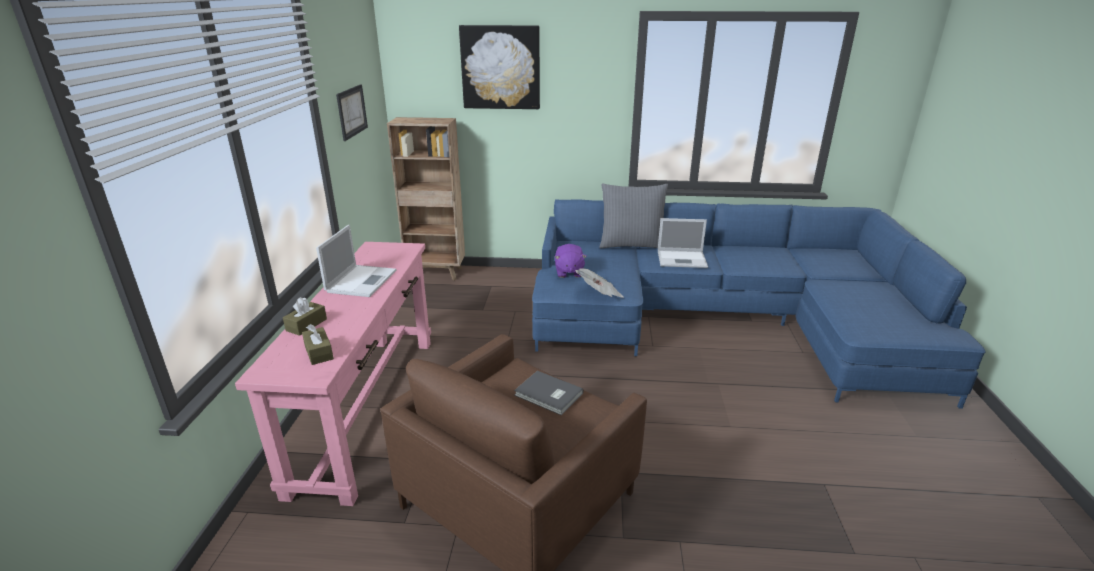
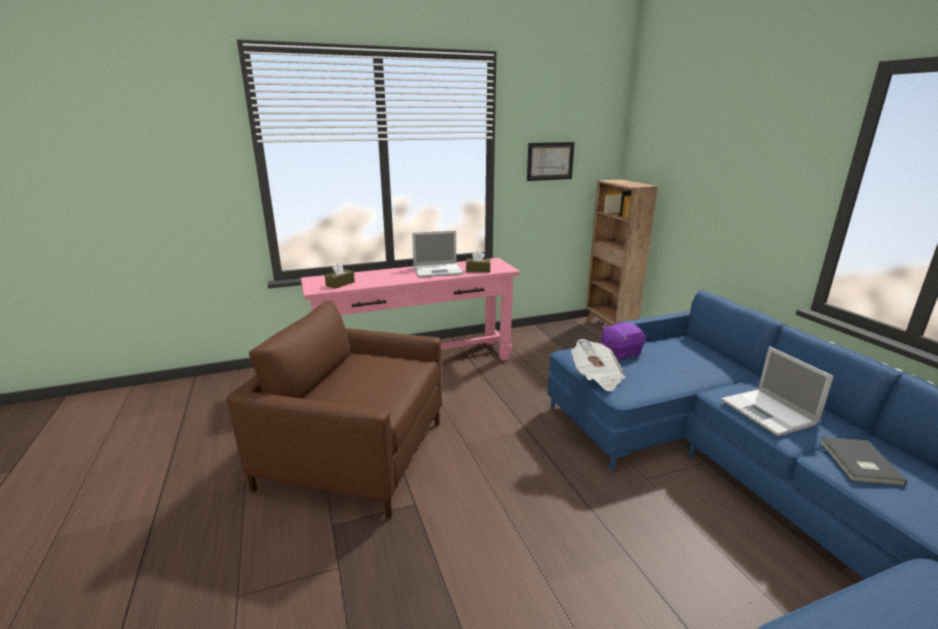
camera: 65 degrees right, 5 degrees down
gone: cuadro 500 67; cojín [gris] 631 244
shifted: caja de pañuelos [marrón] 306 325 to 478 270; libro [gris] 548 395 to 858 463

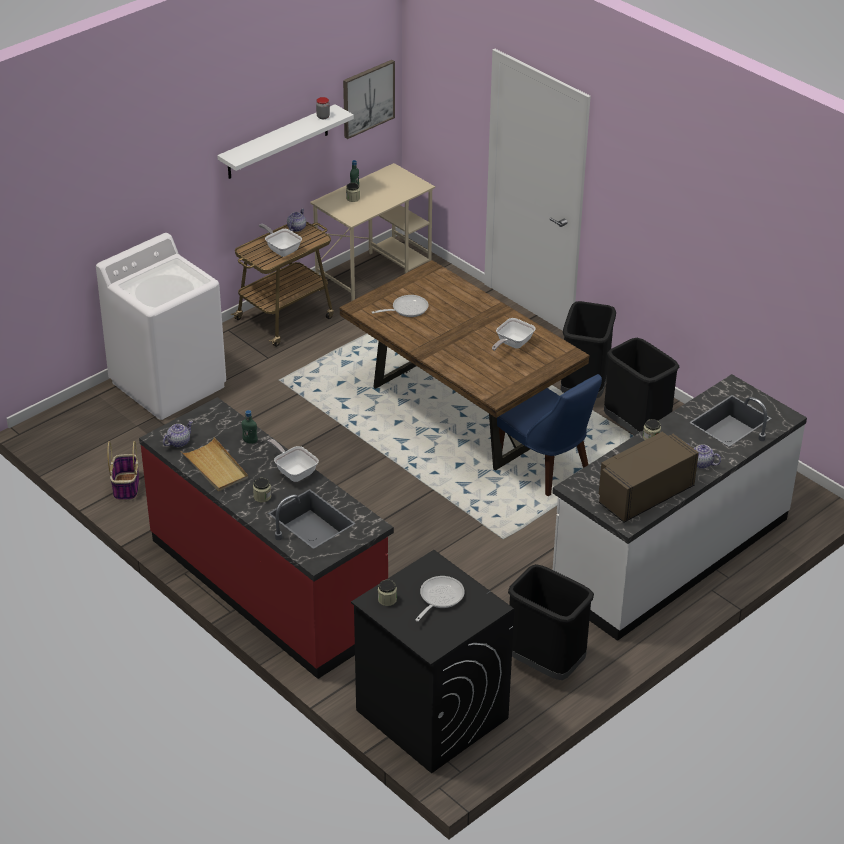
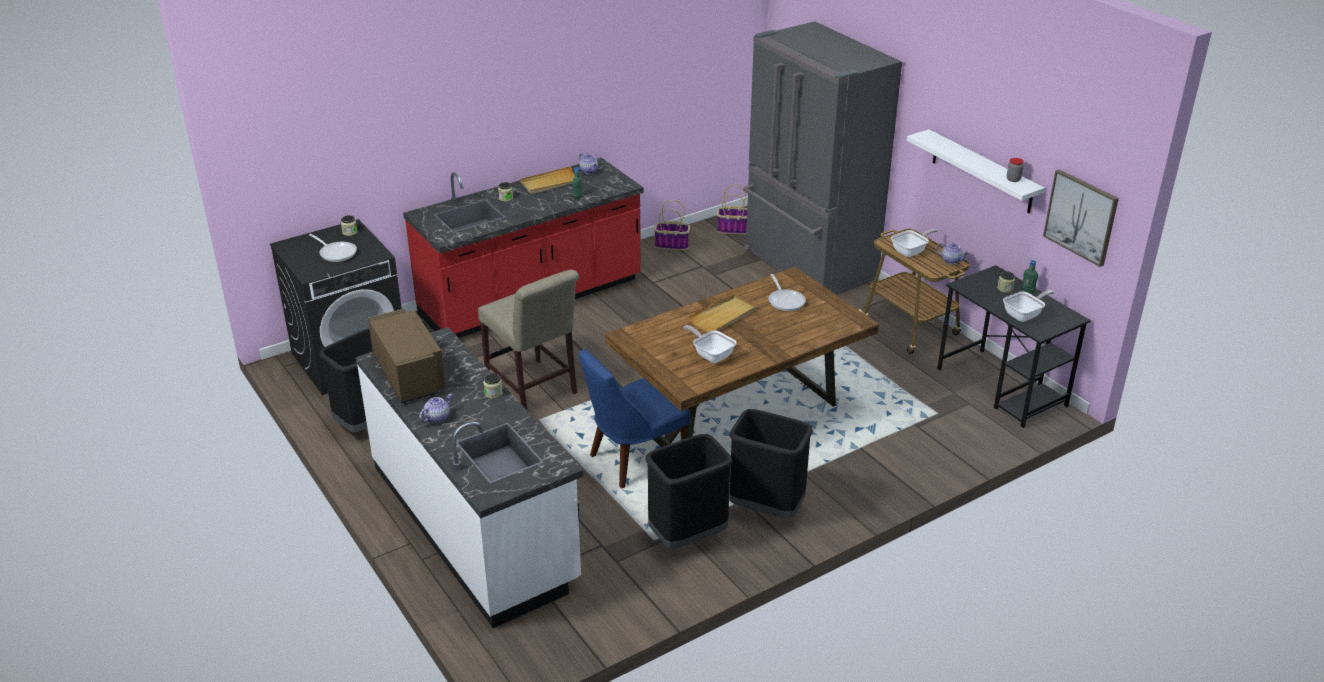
camera: 100 degrees right, 5 degrees down
new: silla [beis] 534 390; bandeja [beis] 723 316; cesta 734 229
shifted: sartén 294 471 to 1025 315
swapped: lavadora [blanco] 169 384 to nevera [gris] 807 266
repainted: escritorio [beis] 374 271 to escritorio [negro] 1002 388

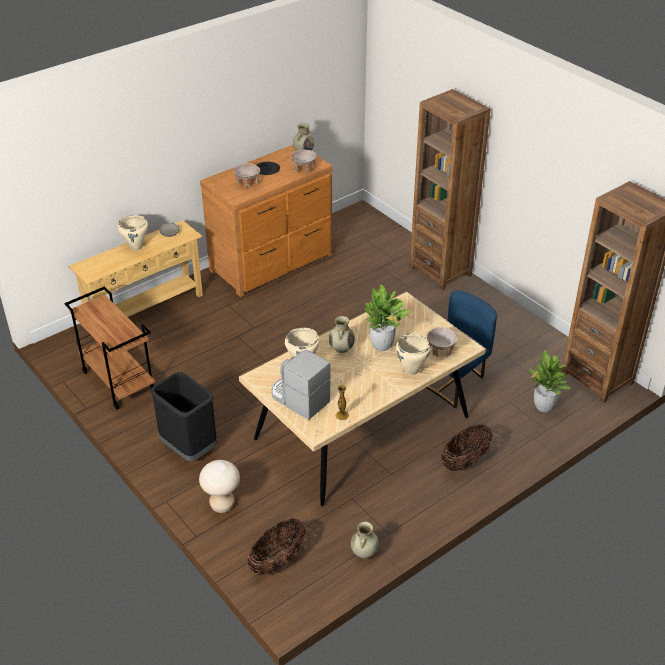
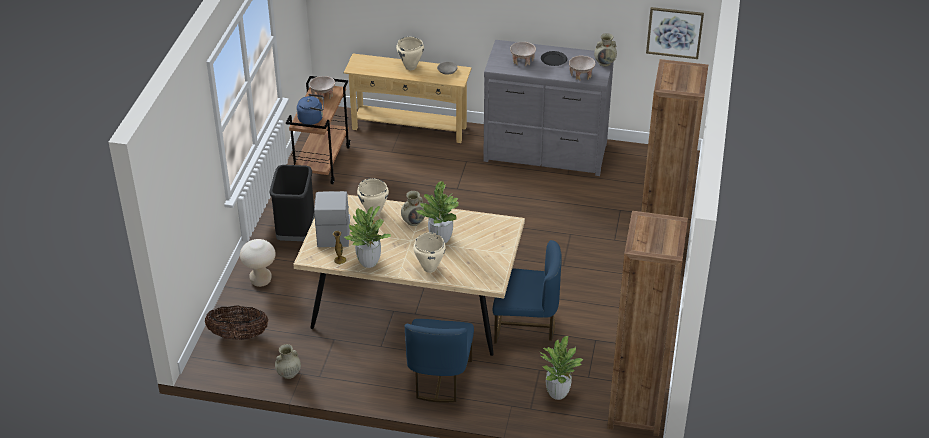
camera: 50 degrees right, 0 degrees up
new: hervidor [azul] 312 119; planta en maceta 369 262; cuadro 674 32
shifted: cuenco [beis] 440 350 to 323 95
swapped: cesta 465 461 to silla [azul] 439 379
repainted: cómoda [marrón] 273 263 to cómoda [gris] 545 153

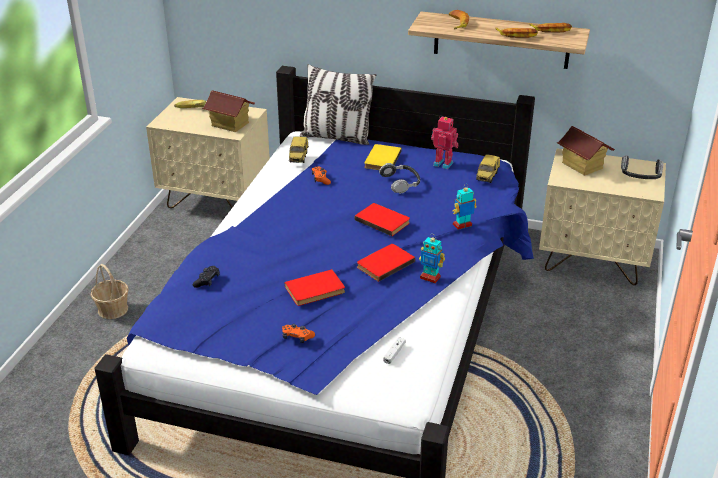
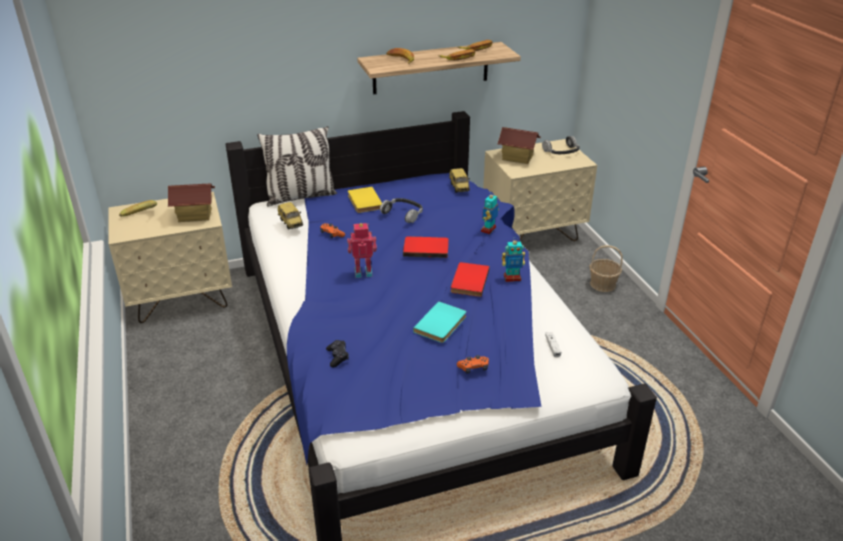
camera: 35 degrees left, 0 degrees up
shifted: cesta 113 309 to 602 284; robot de juguete 443 163 to 363 272
repainted: libro [rojo] 315 290 to libro [turquesa] 442 324

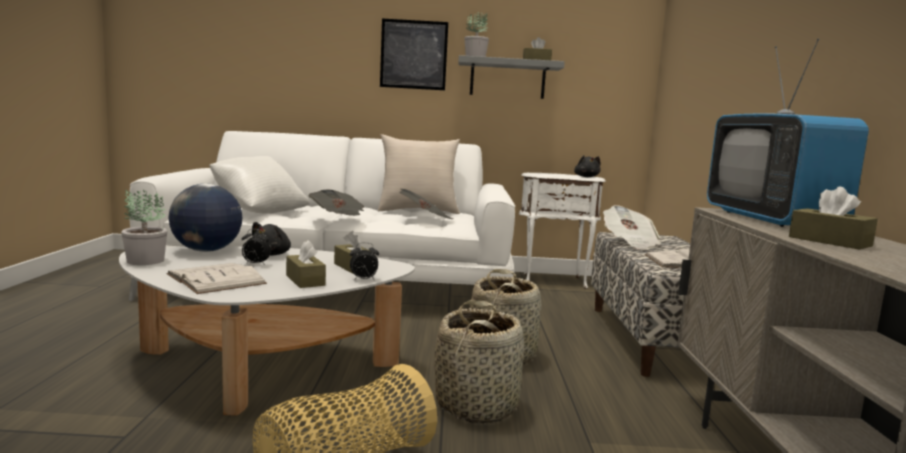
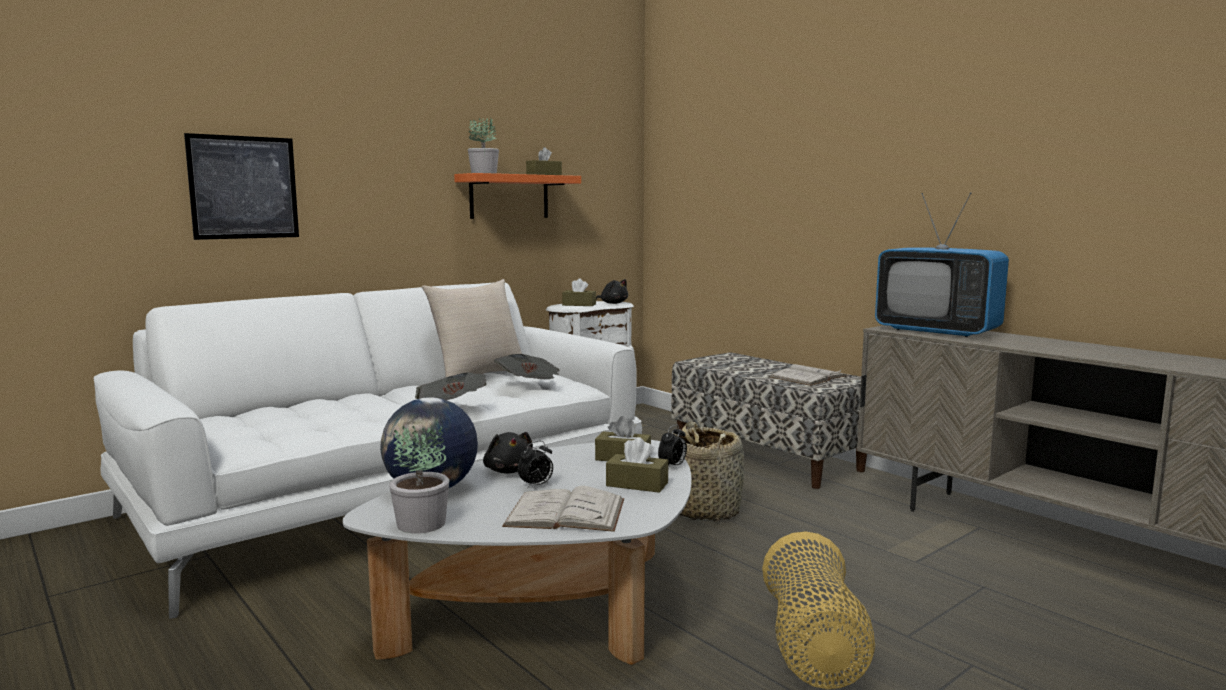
camera: 40 degrees left, 0 degrees up
gone: cojín [blanco] 259 211; cesta 477 405; periódico 630 243
shifted: cuadro 413 54 to 244 187; caja de pañuelos [marrón] 829 241 to 579 304
repainted: estante [gris] 507 79 to estante [naranja] 509 196

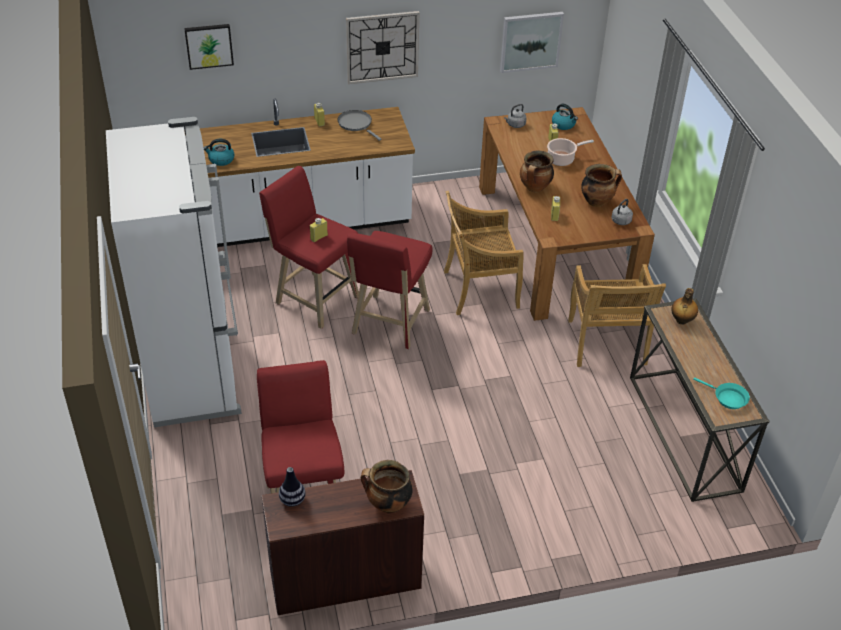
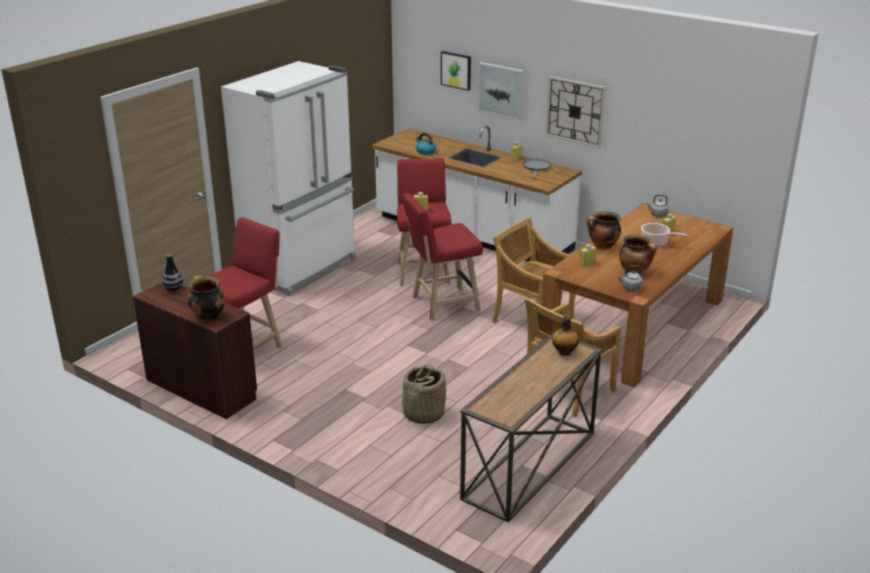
camera: 50 degrees right, 15 degrees down
gone: hervidor 563 124; sartén [turquesa] 727 398
new: cesta 423 414
shifted: cuadro 530 41 to 501 90

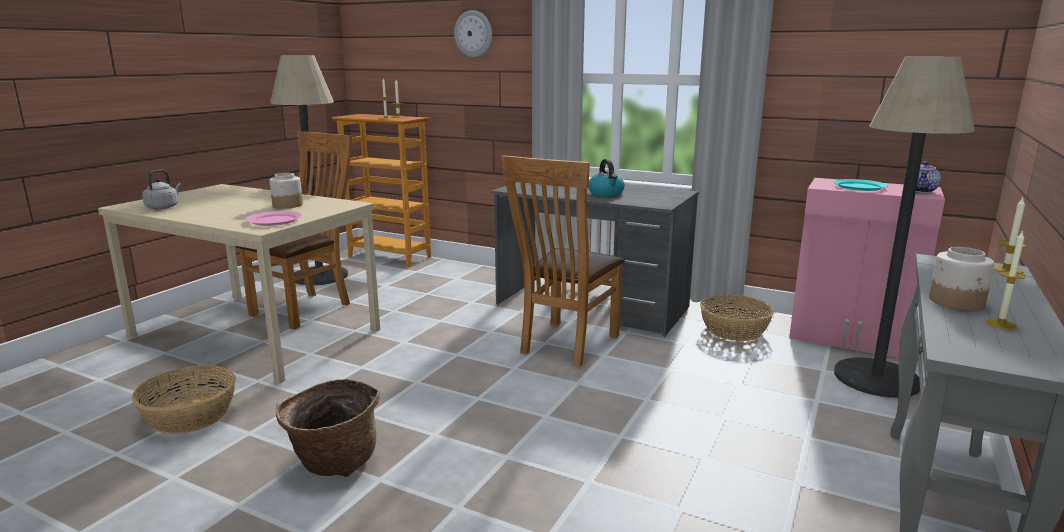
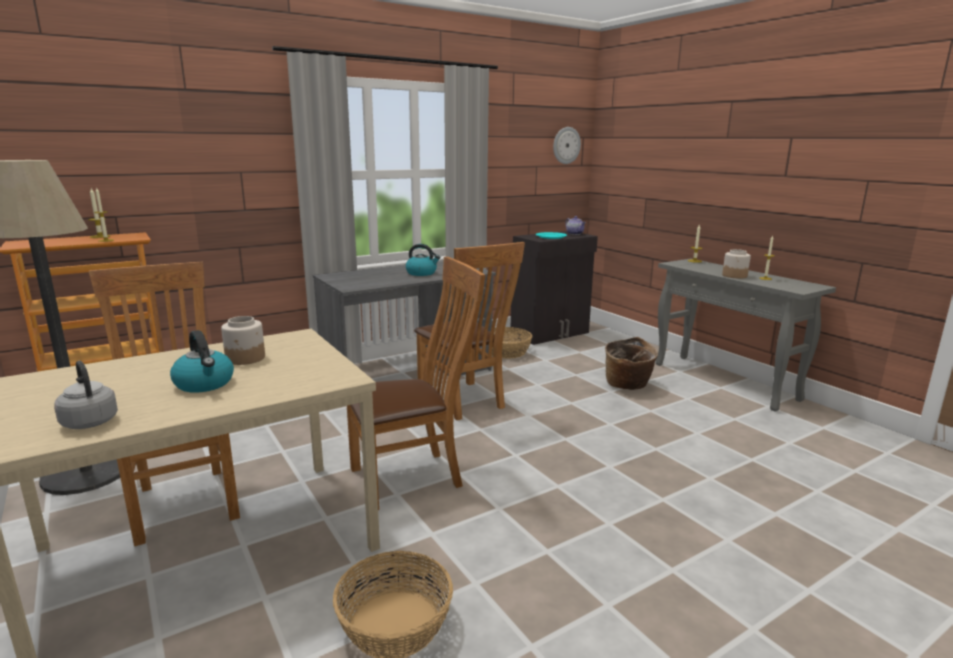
camera: 60 degrees left, 0 degrees up
gone: plato [rosa] 274 221; lámpara de pie 876 378
new: hervidor 205 384; silla [marrón] 413 477
shifted: cesta 334 462 to 627 385; reloj de pared 473 33 to 566 145
repainted: armario [rosa] 851 339 to armario [negro] 551 333

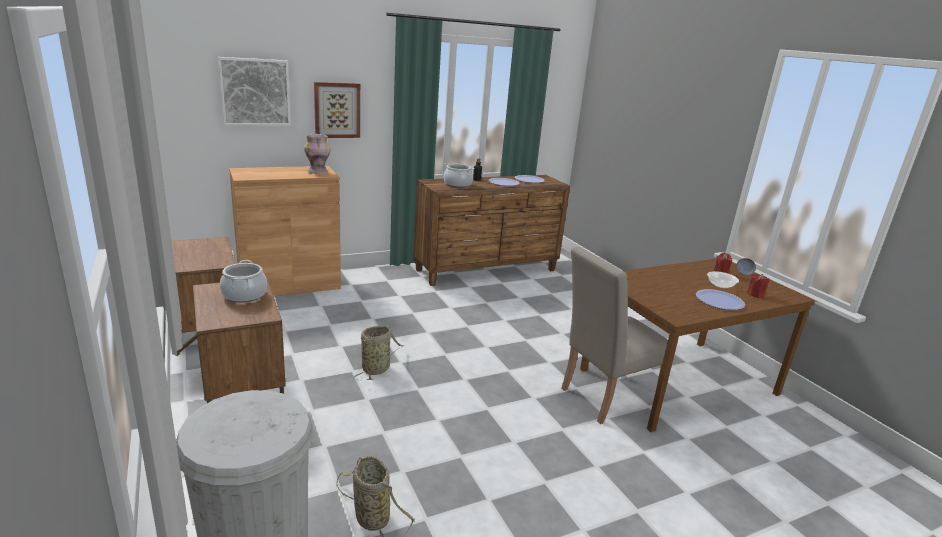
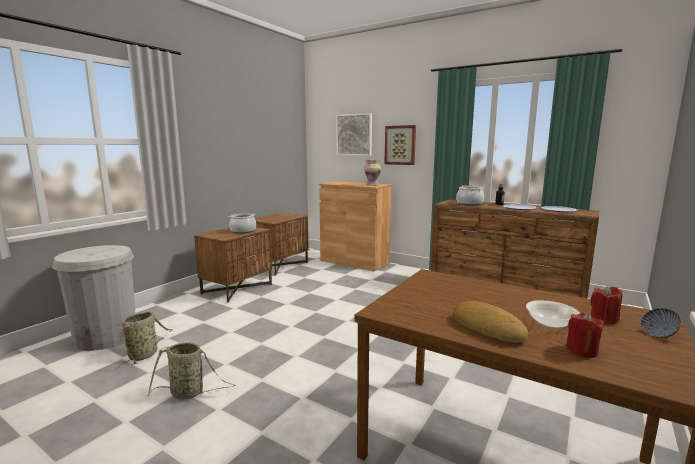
camera: 60 degrees right, 10 degrees down
gone: silla [beis] 603 398
shifted: cesta 377 368 to 190 393
swapped: plato 719 301 to pan 488 328

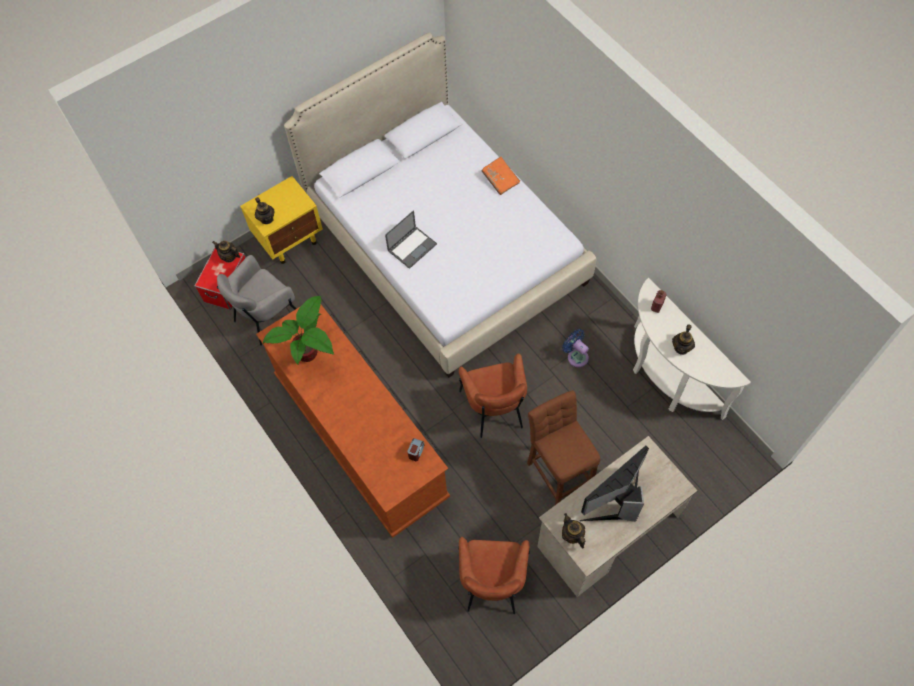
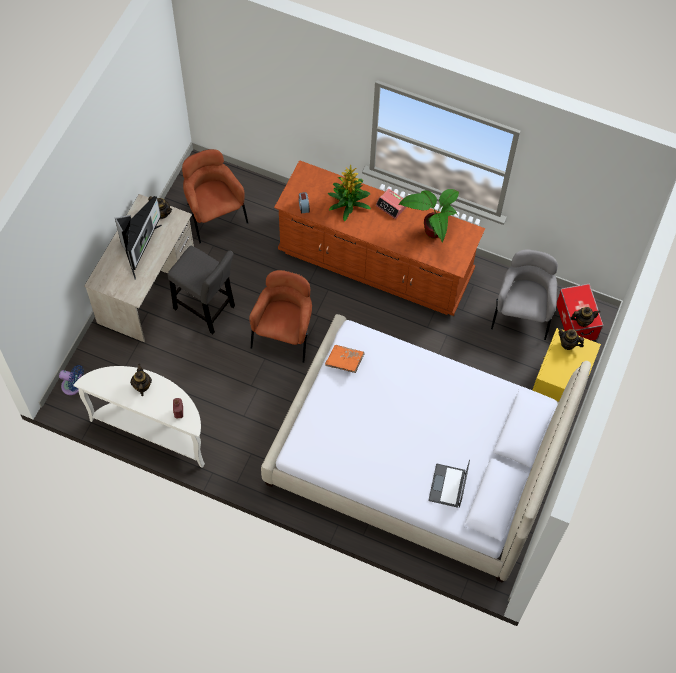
camera: 145 degrees right, 0 degrees up
new: planta en maceta 348 203; despertador 391 206
shifted: portátil 412 247 to 447 486; libro [naranja] 500 179 to 344 361; ventilador [azul] 576 356 to 73 386
repainted: taburete [marrón] 558 473 to taburete [gris] 206 310
rotated: sillón [marrón] 494 408 = 284 334 60 degrees clockwise

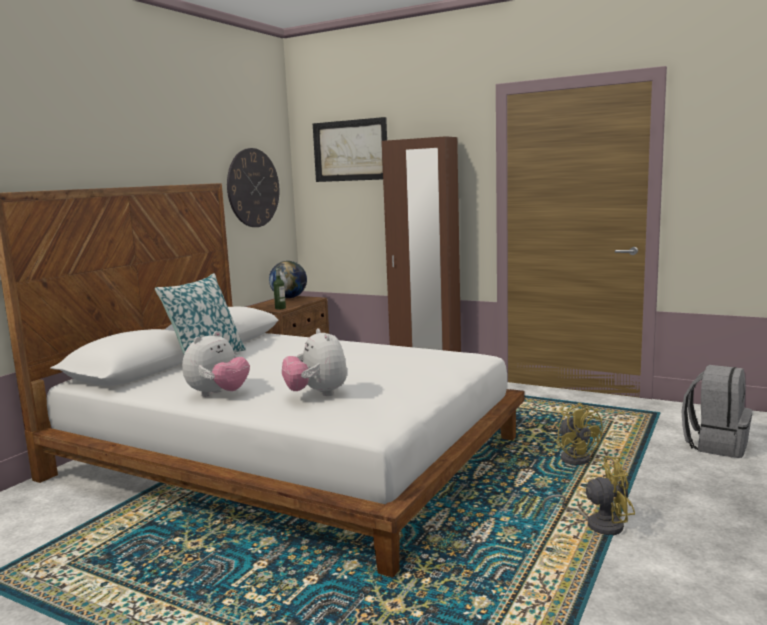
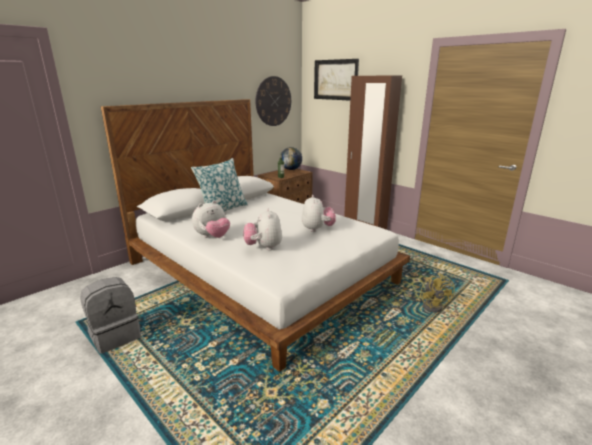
camera: 15 degrees right, 10 degrees up
gone: ventilador [amarillo] 597 524
new: peluche 317 229
shifted: mochila [gris] 716 445 to 115 336

